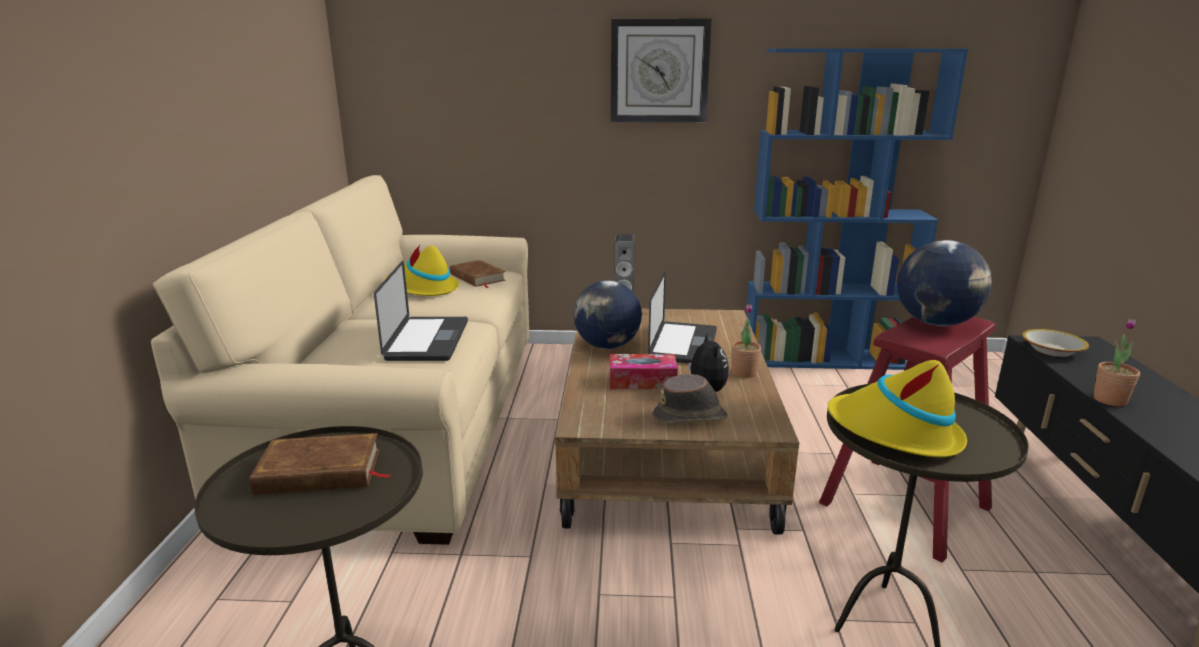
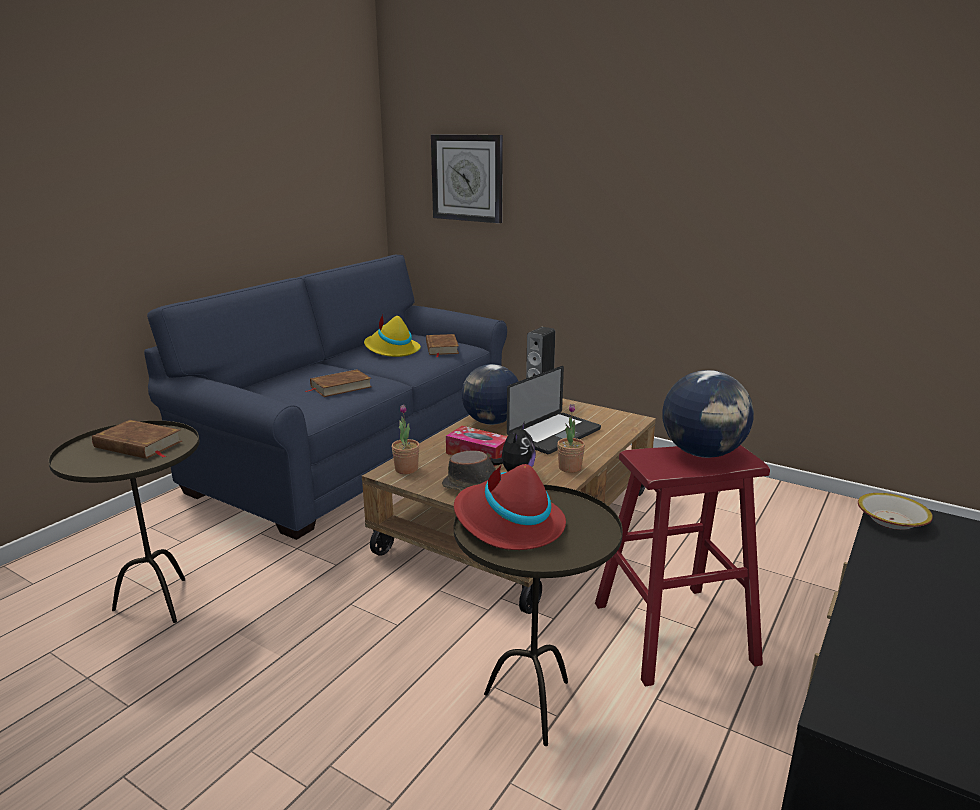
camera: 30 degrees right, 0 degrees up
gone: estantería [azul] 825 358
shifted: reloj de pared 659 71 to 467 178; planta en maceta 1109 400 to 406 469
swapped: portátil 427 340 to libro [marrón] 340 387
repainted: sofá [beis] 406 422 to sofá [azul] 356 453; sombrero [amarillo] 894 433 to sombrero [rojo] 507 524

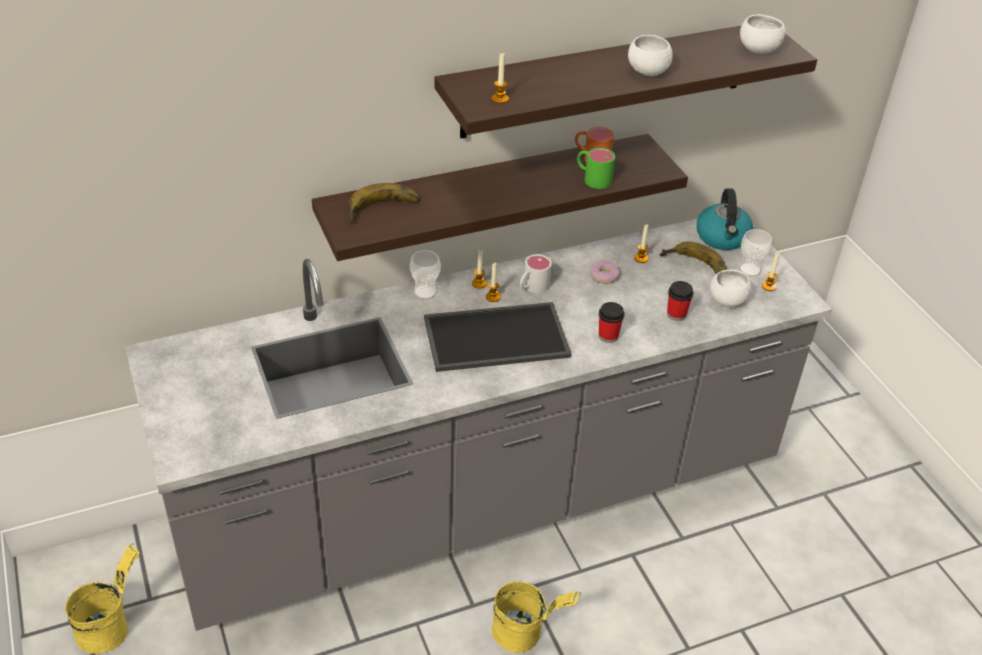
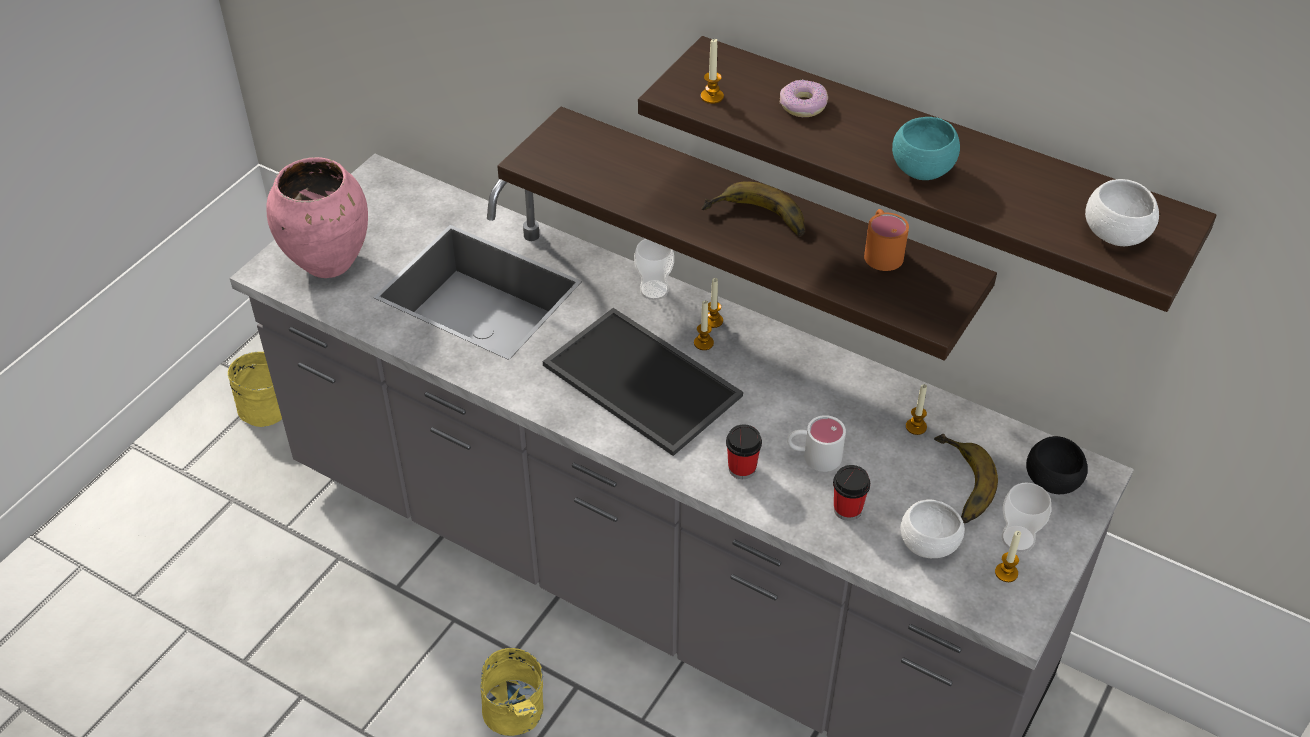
camera: 55 degrees right, 5 degrees up
gone: taza grande [verde] 592 178
new: florero [rosa] 330 263
shifted: plátano 384 210 to 756 221; taza grande [blanco] 532 287 to 813 456; rosquilla 604 276 to 803 105
swapped: hervidor 722 237 to cuenco [negro] 1051 481
repainted: cuenco [blanco] 647 71 to cuenco [turquesa] 922 170

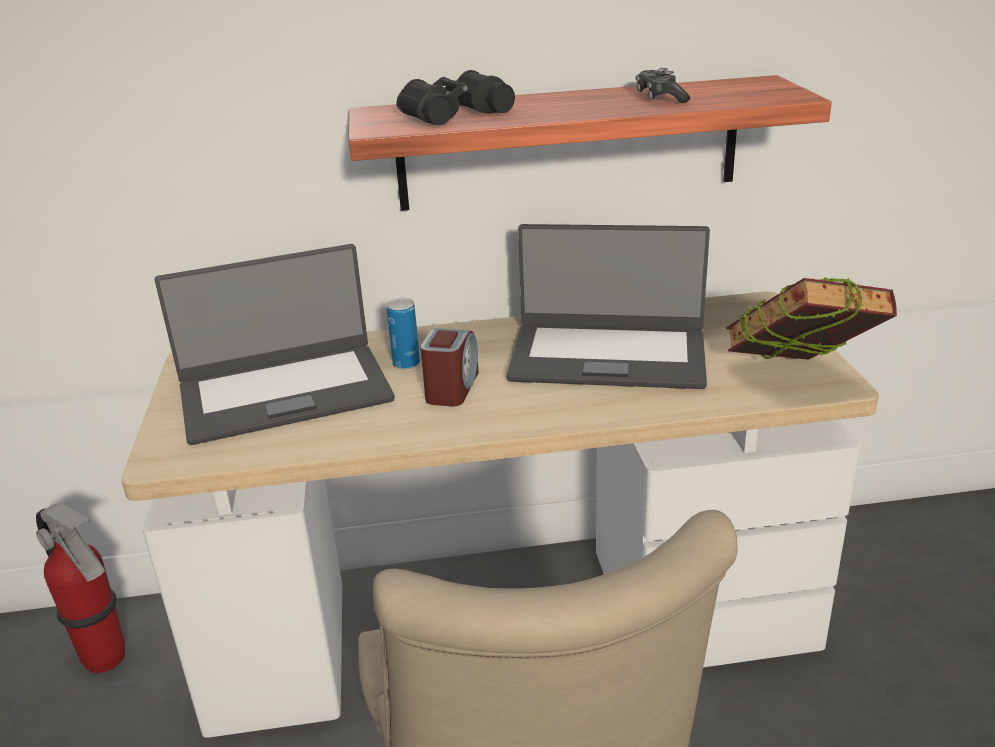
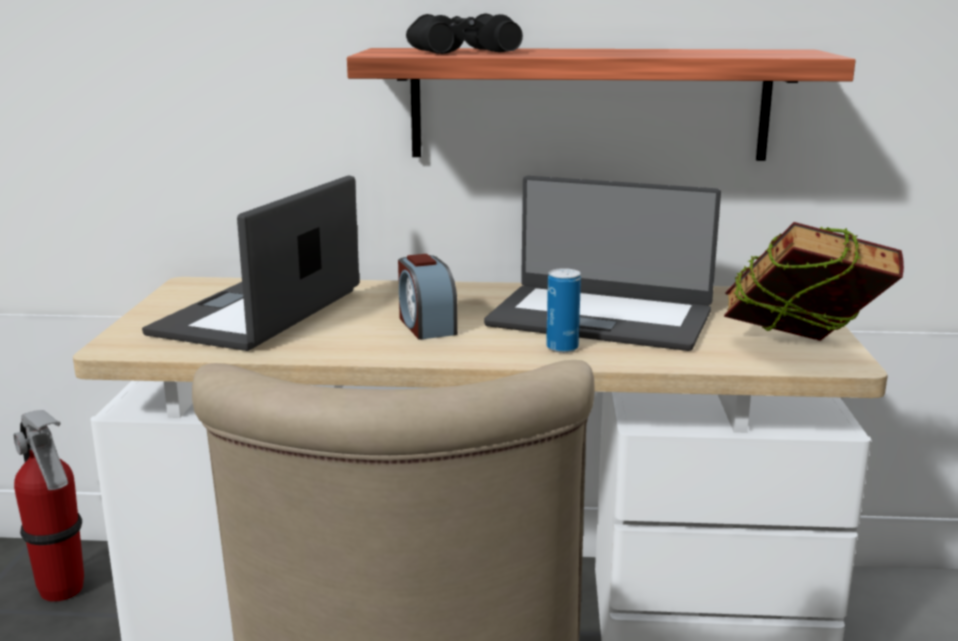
camera: 10 degrees right, 10 degrees down
gone: mando de consola 660 98
shifted: lata 406 364 to 562 348
rotated: portátil 285 392 = 261 313 120 degrees clockwise; despertador 452 388 = 426 325 135 degrees clockwise

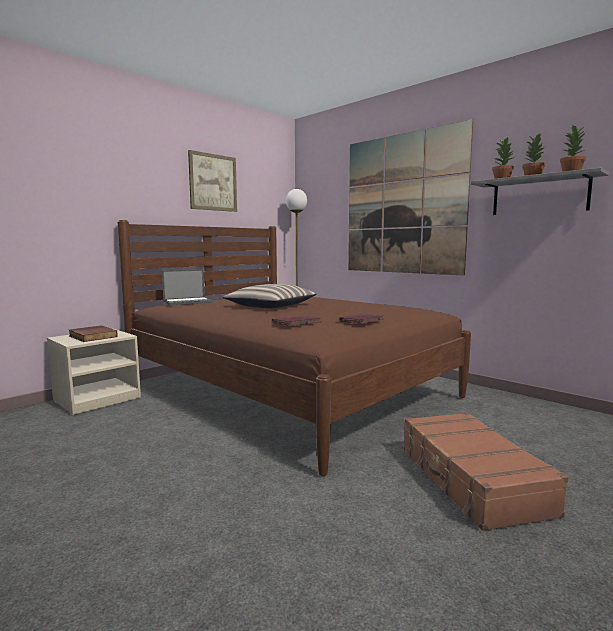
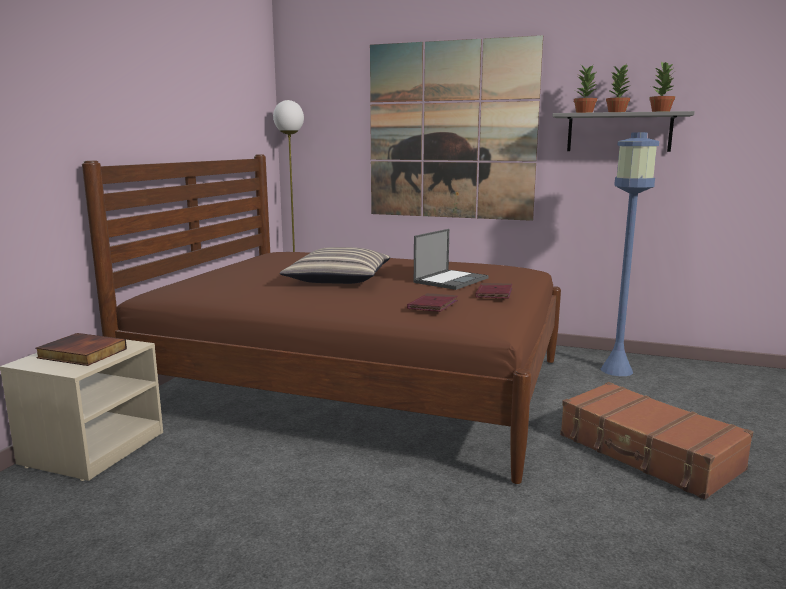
camera: 25 degrees left, 5 degrees up
gone: cuadro 213 182
new: lámpara de pie [azul] 617 370
shifted: portátil 188 302 to 451 280

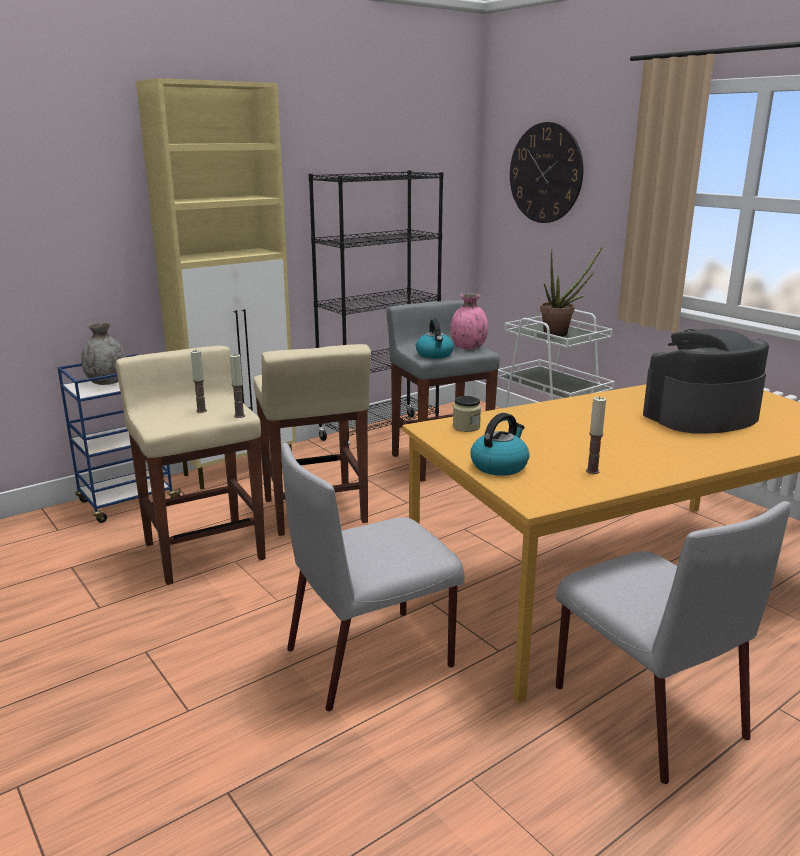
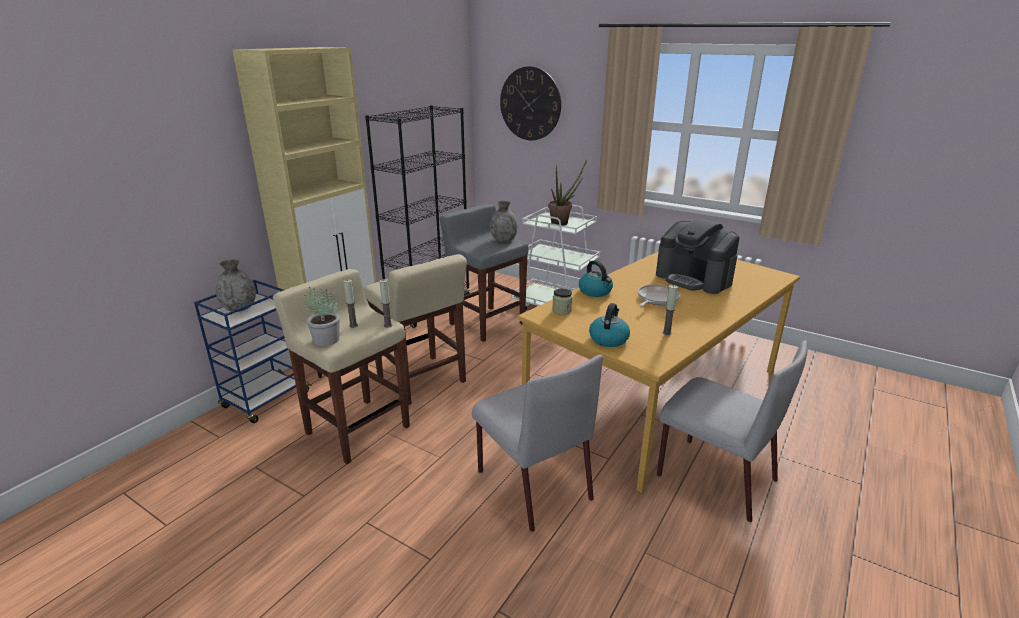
camera: 20 degrees left, 5 degrees up
new: planta en maceta 325 340; sartén 656 299
shifted: hervidor 435 355 to 595 291
repainted: florero [rosa] 468 347 to florero [gris] 503 240
rotated: silla [gris] 372 657 = 532 484 75 degrees counterclockwise; cafetera 700 416 = 694 279 90 degrees counterclockwise

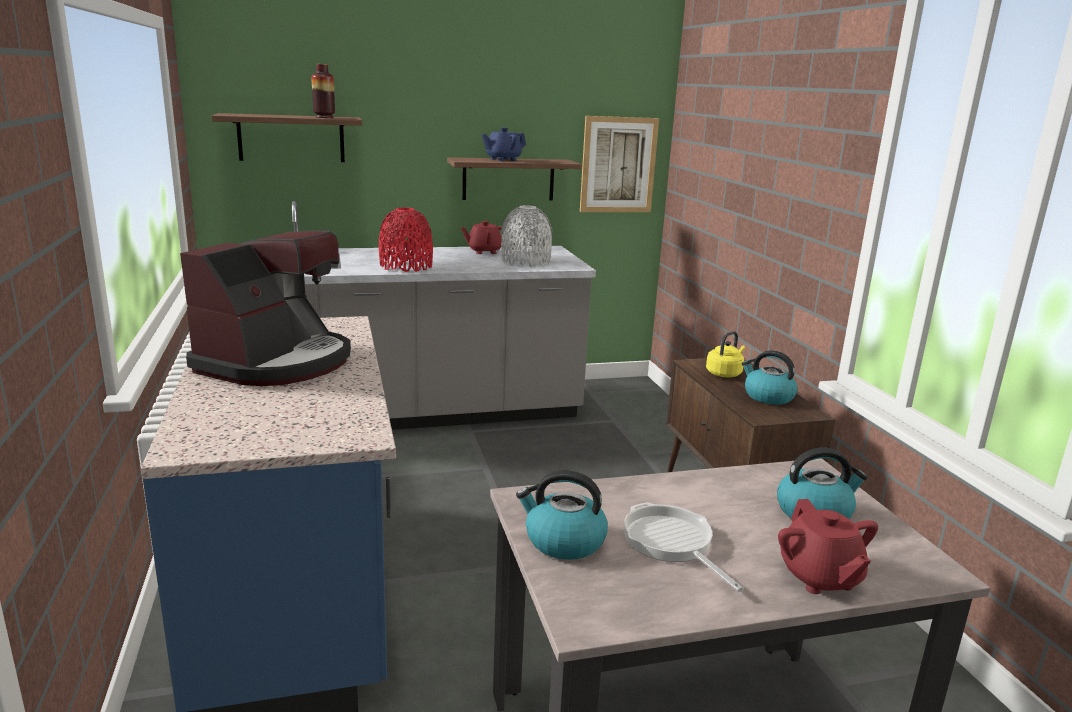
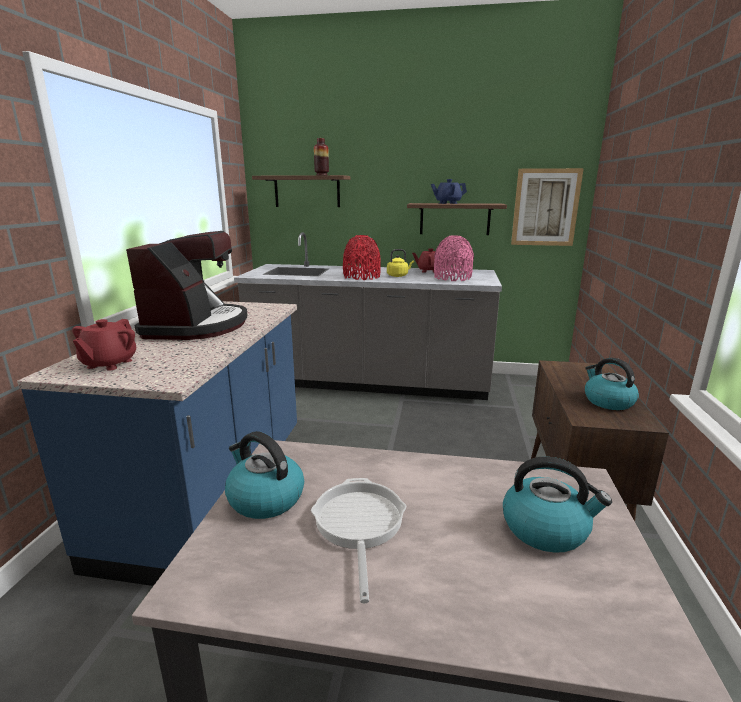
camera: 25 degrees right, 0 degrees up
shifted: hervidor [amarillo] 724 373 to 398 275; tetera [rojo] 819 577 to 109 364
repainted: florero [gris] 525 261 to florero [rosa] 452 278
rotated: cafetera 277 362 = 197 326 45 degrees counterclockwise

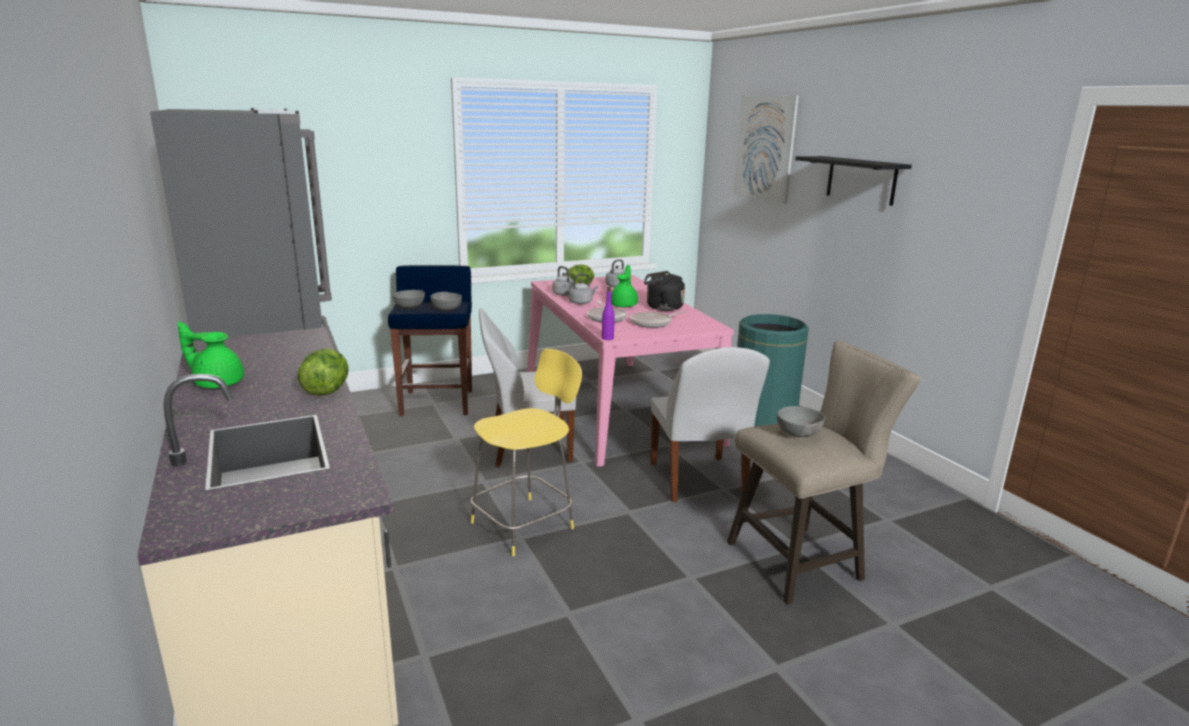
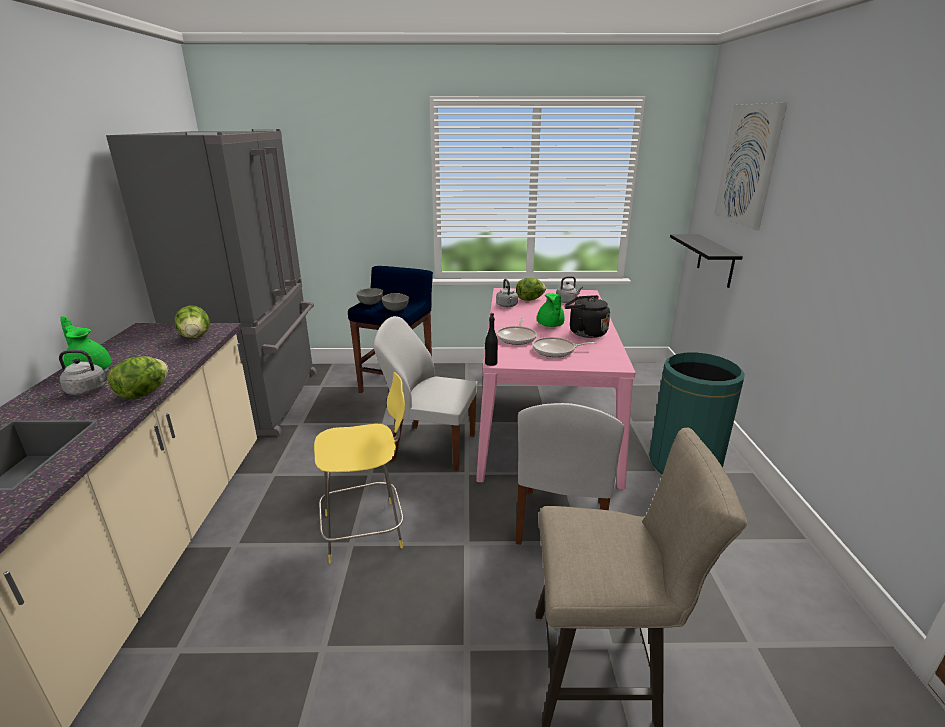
camera: 25 degrees right, 5 degrees up
gone: cuenco [gris] 798 435
new: lechuga 195 337
shifted: hervidor [gris] 581 302 to 89 390; estante [negro] 861 180 to 715 260
repainted: botella [morado] 607 338 to botella [negro] 490 363
rotated: tetera [verde] 624 305 = 550 325 135 degrees clockwise

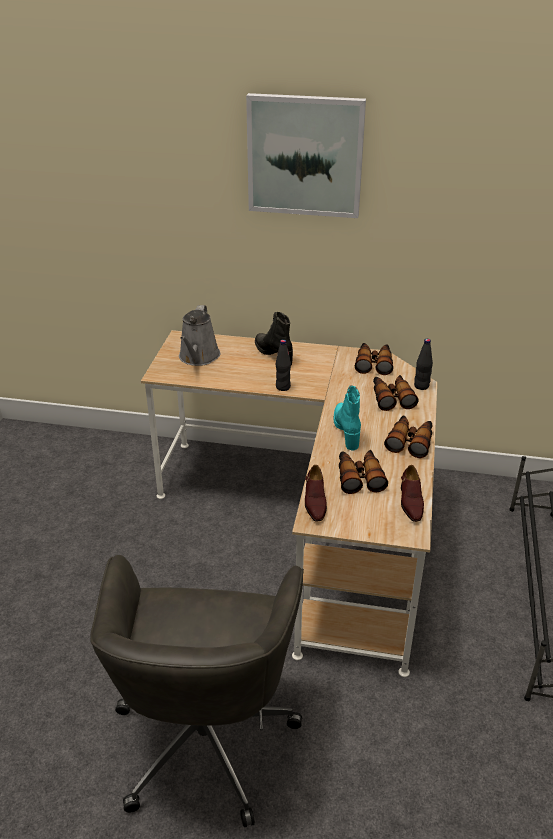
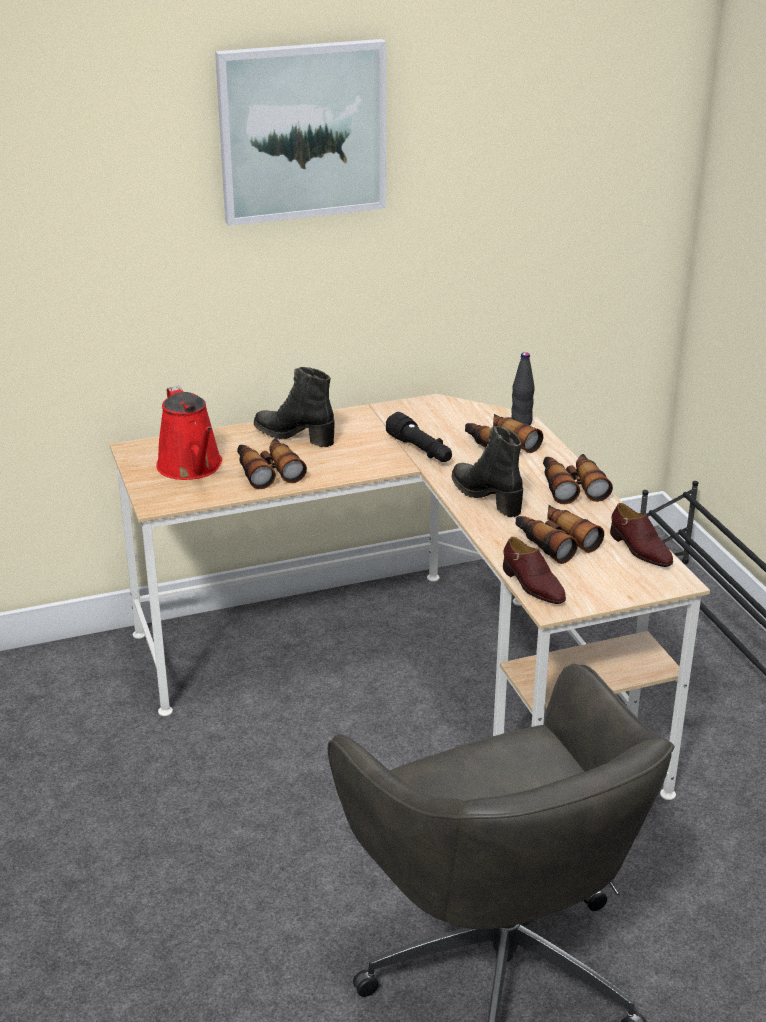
camera: 30 degrees left, 5 degrees down
gone: botella [negro] 283 387
new: linterna [negro] 420 450
shifted: prismáticos 374 363 to 268 471
repainted: regadera [gris] 198 357 to regadera [rojo] 192 467; bota [turquesa] 347 431 to bota [negro] 487 497

